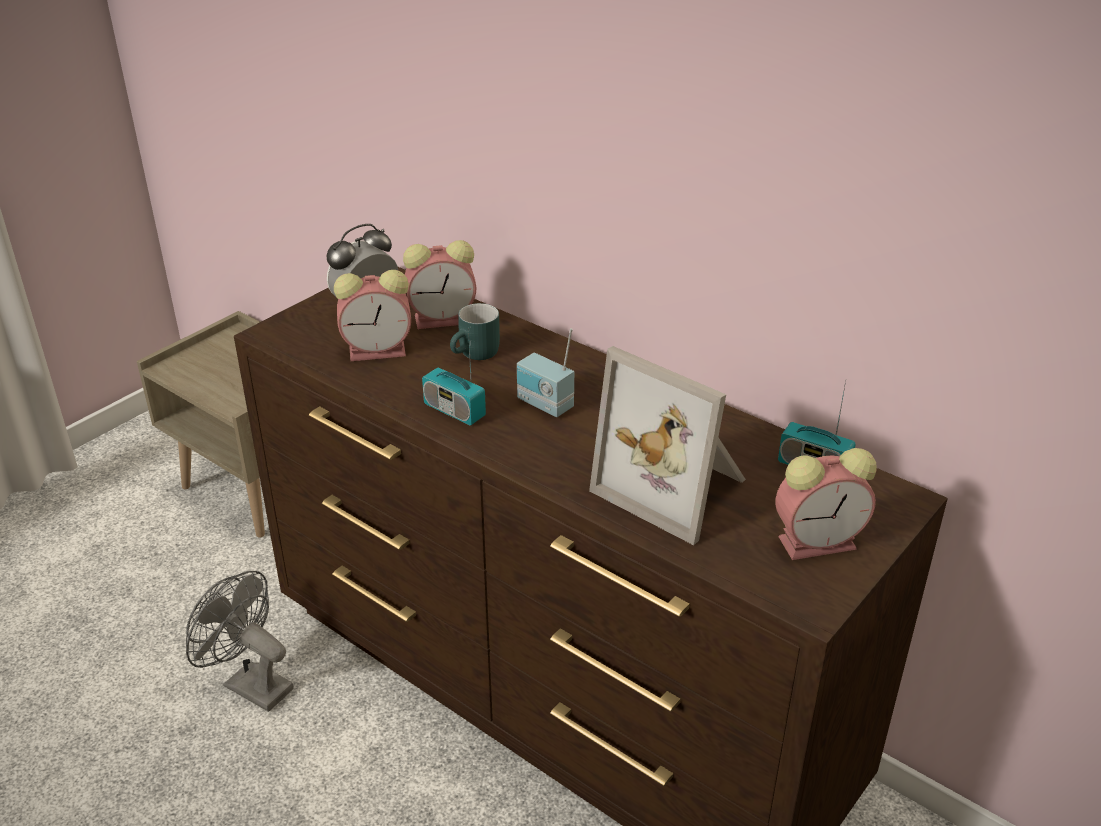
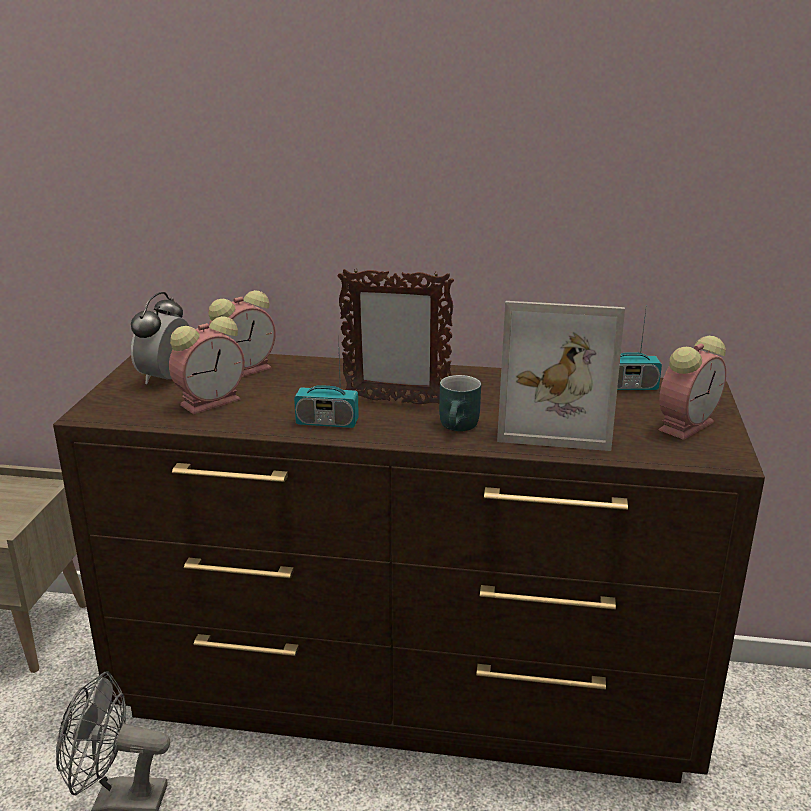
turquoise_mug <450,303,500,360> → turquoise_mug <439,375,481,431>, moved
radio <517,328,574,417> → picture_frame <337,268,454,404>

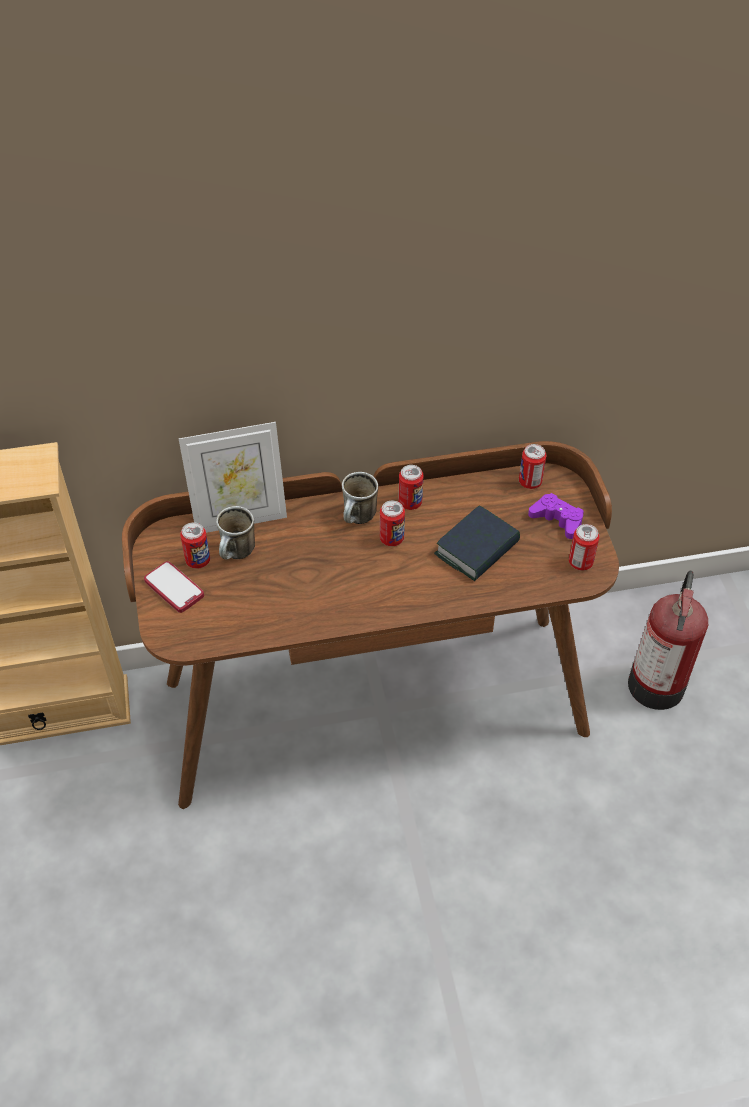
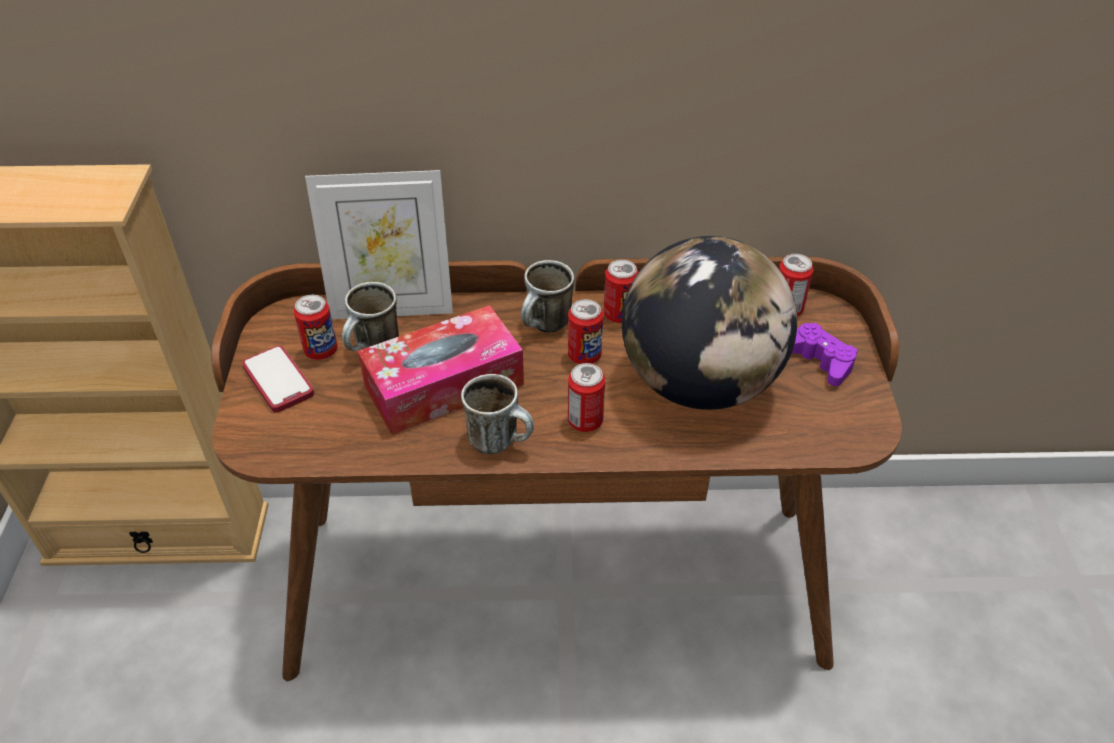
fire_extinguisher <628,570,708,710> → -
- → tissue_box <358,305,524,435>
- → mug <461,374,534,454>
can <569,524,599,571> → can <568,363,605,432>, moved
book <434,505,520,581> → globe <622,236,797,410>

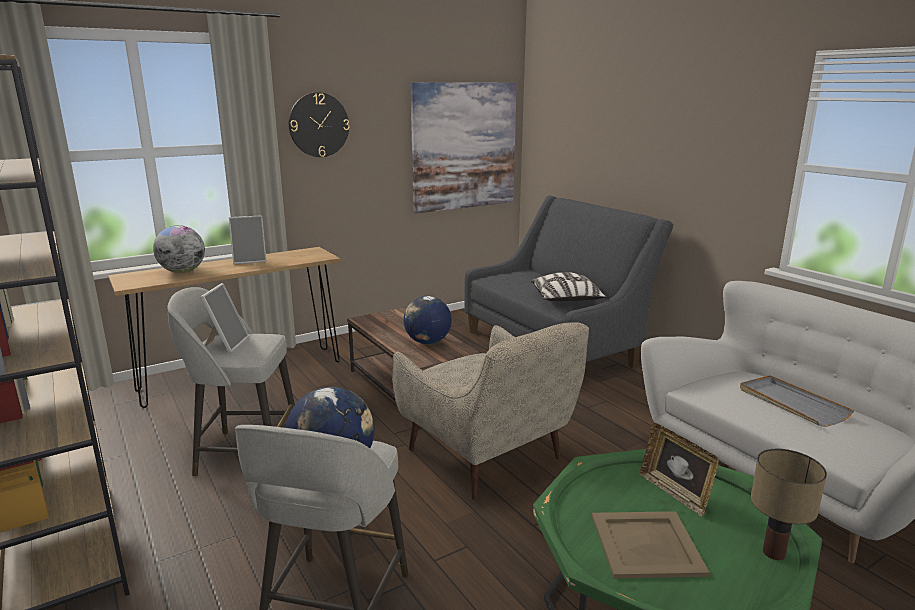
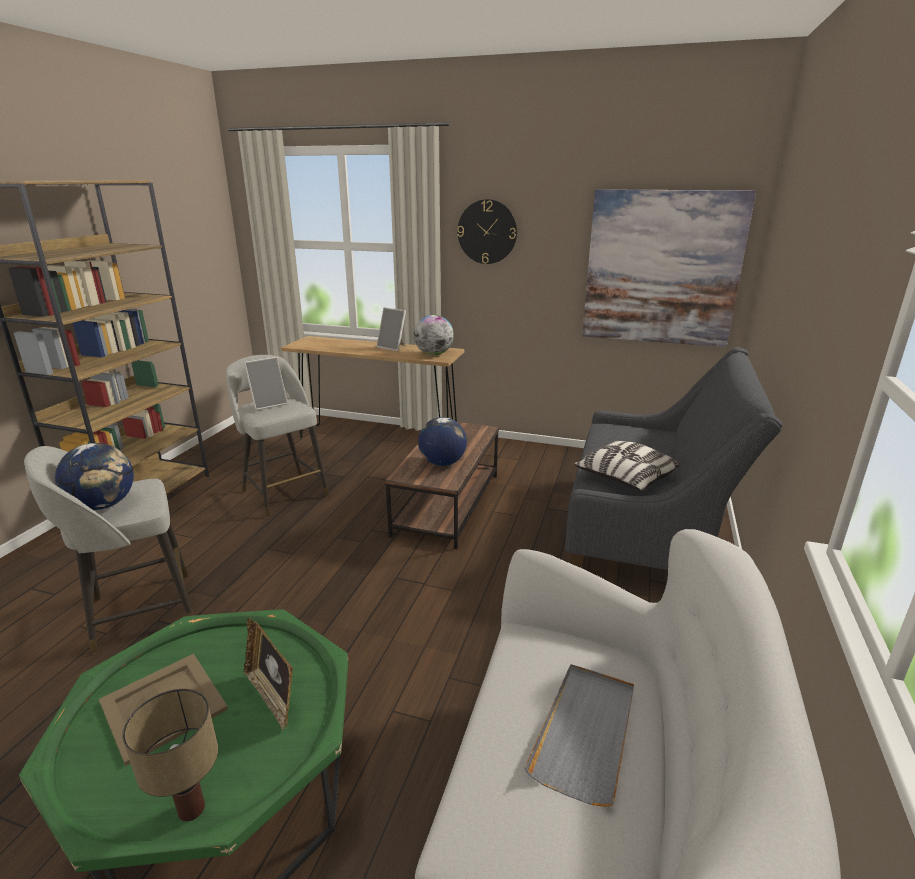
beige_armchair <392,322,589,500> → -
globe <153,225,205,273> → globe <414,315,454,355>, moved
picture_frame <640,423,718,517> → picture_frame <244,618,293,731>, 60 degrees counterclockwise

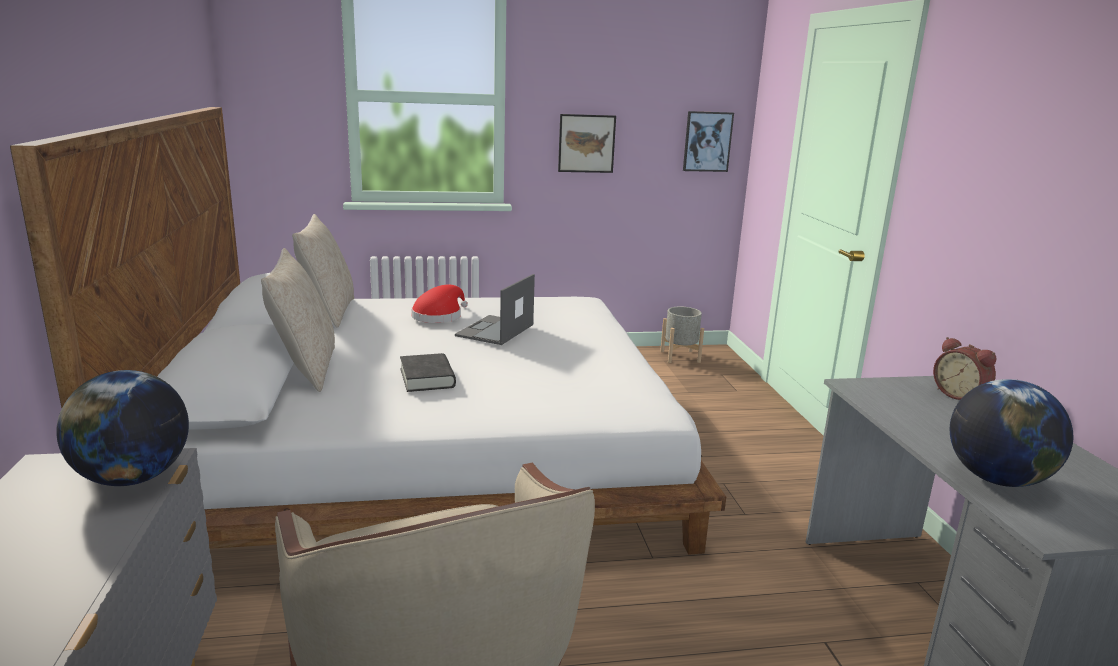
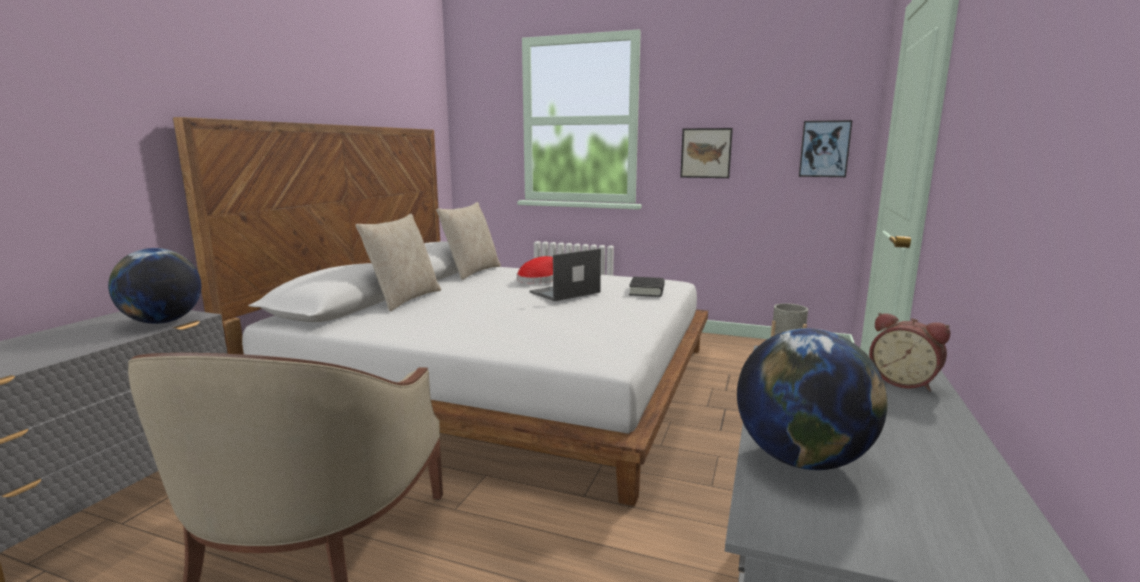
black_book <400,353,456,392> → black_book <629,277,665,297>, moved
alarm_clock <933,337,996,400> → alarm_clock <869,313,951,391>, 45 degrees counterclockwise

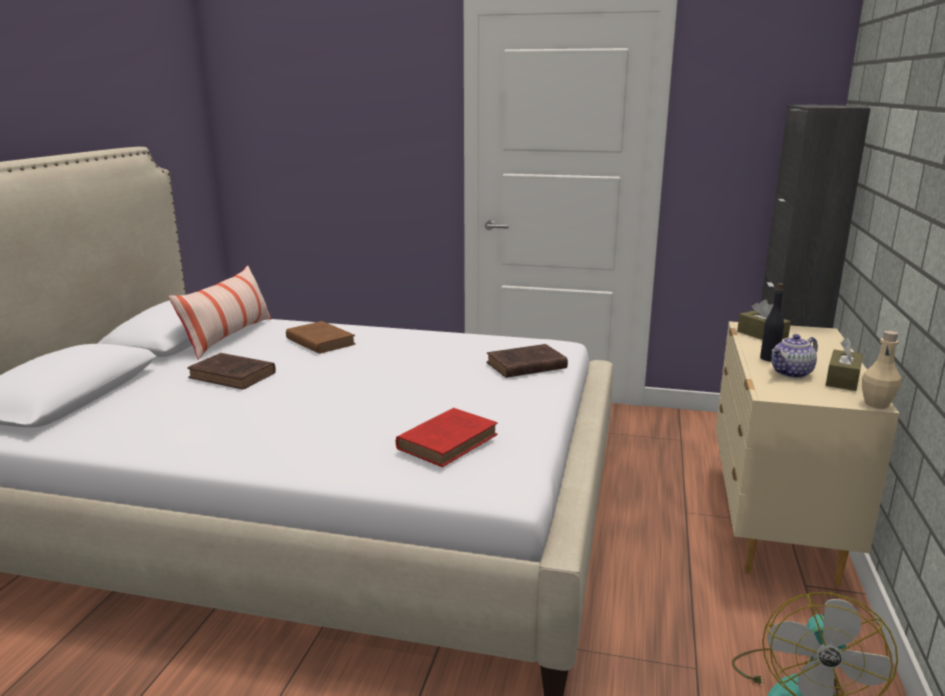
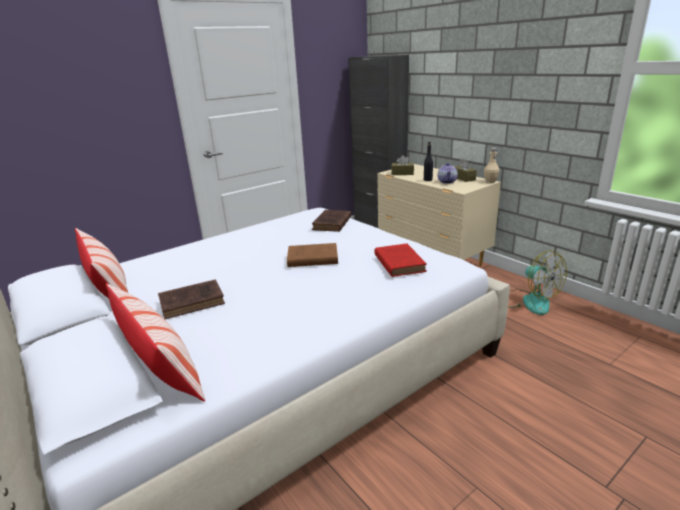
- → pillow <106,283,205,402>
brown_book <286,321,356,354> → brown_book <287,243,338,267>, moved

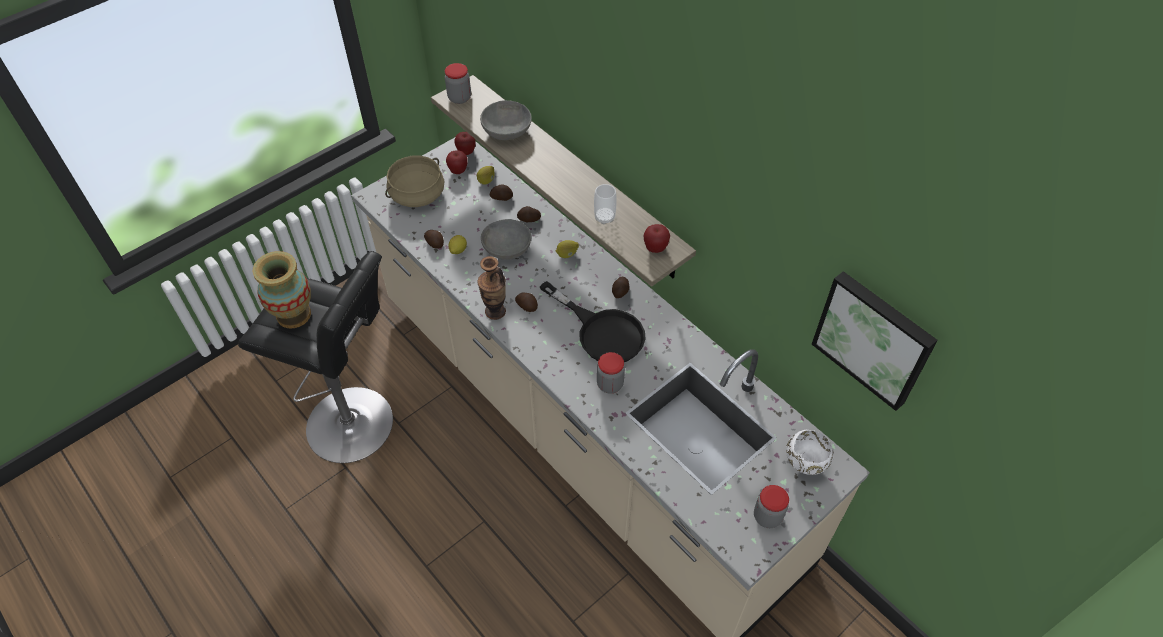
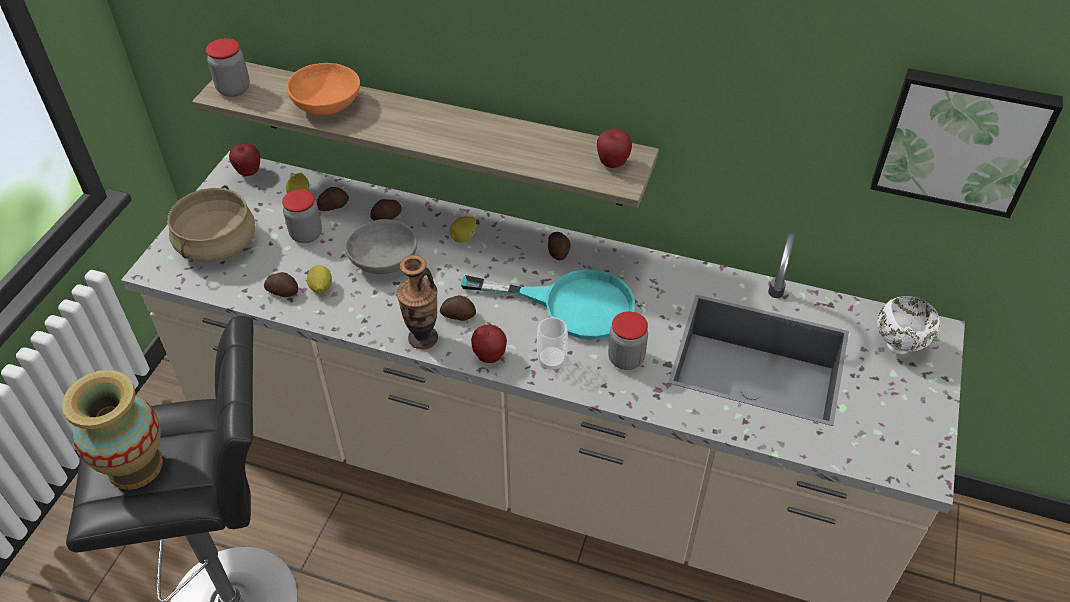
apple <446,150,467,174> → apple <471,324,507,363>, moved
cup <594,184,617,224> → cup <537,317,568,371>, moved
jar <754,485,789,528> → jar <282,189,322,243>, moved
grey_bowl <480,100,532,140> → orange_bowl <287,63,360,115>
black_frying_pan <540,281,646,362> → turquoise_frying_pan <461,269,635,340>

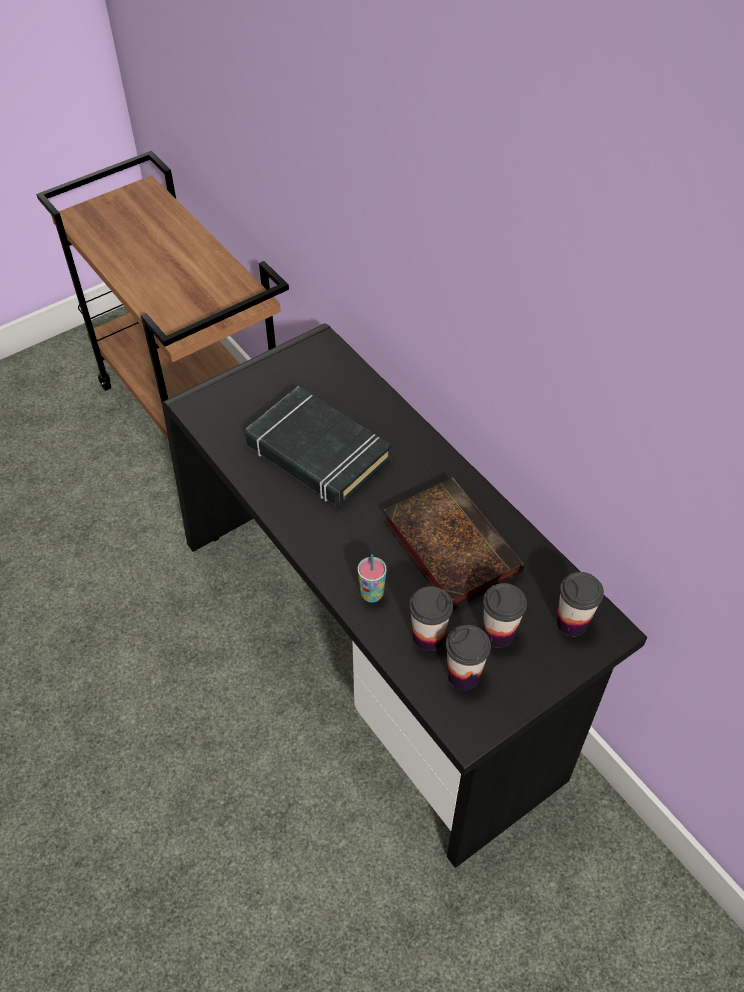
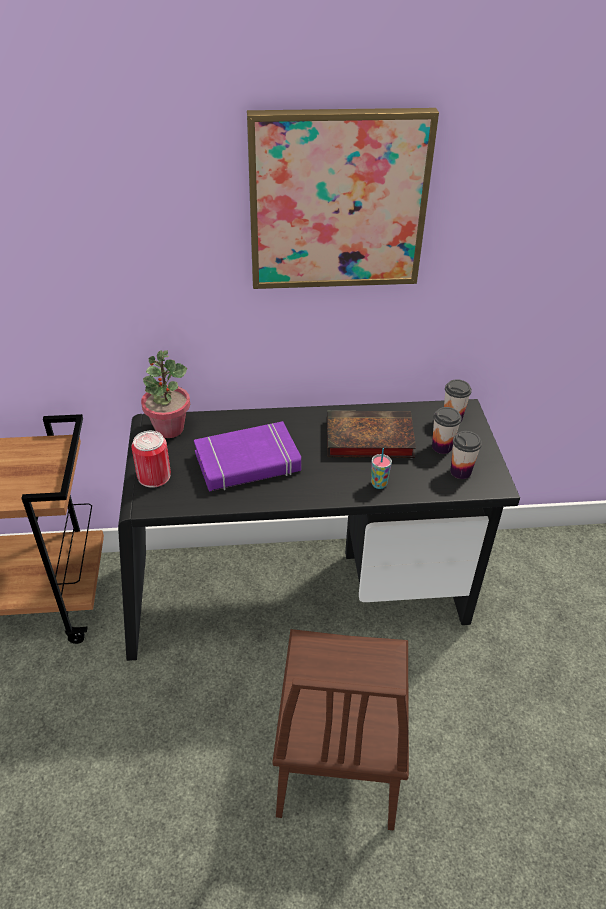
cup <409,586,453,651> → -
- → can <131,431,171,488>
- → potted_plant <141,350,190,438>
- → picture <247,108,439,289>
- → brown_chair <273,629,409,831>
black_book <245,386,392,507> → purple_book <194,421,301,491>

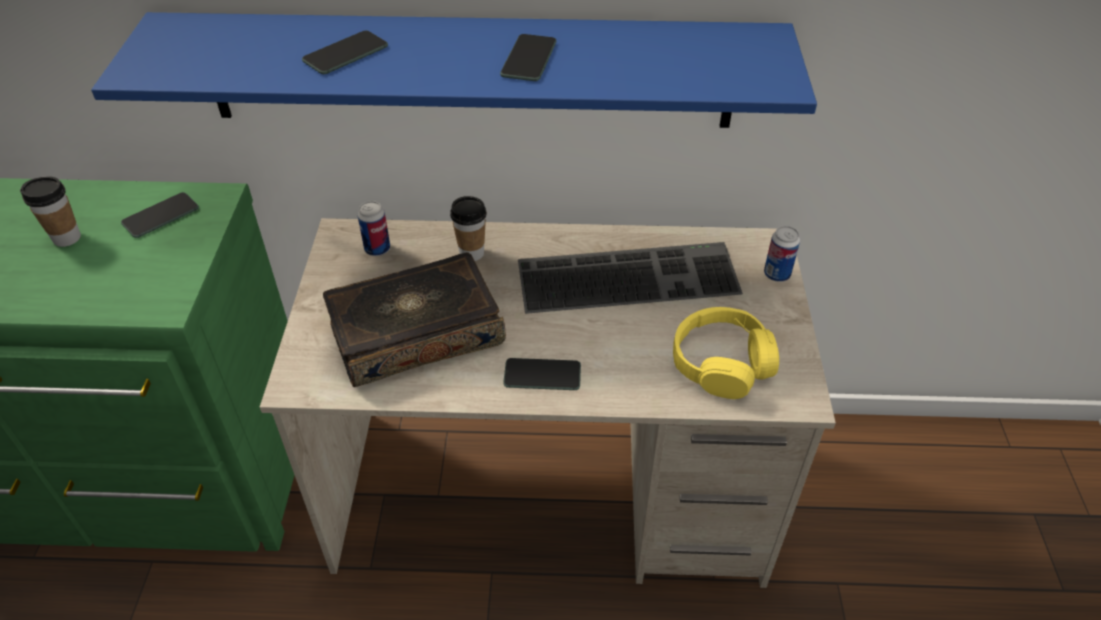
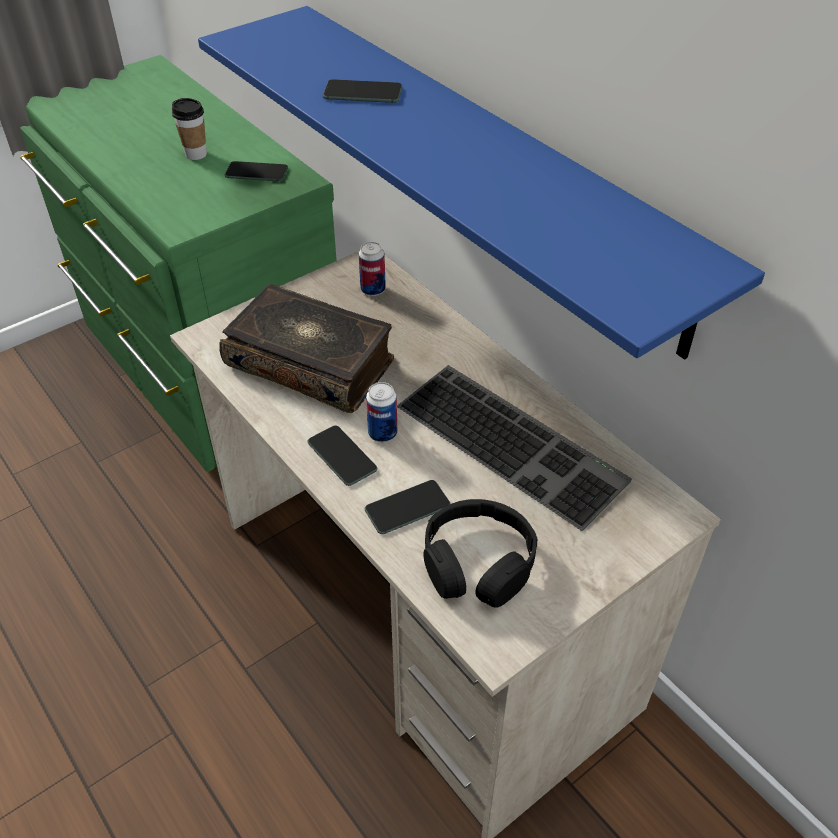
cup <450,196,487,261> → -
phone <500,34,556,81> → phone <365,480,450,534>, moved
can <764,226,800,282> → can <366,382,397,442>, moved
yellow_headphones <673,307,779,399> → black_headphones <423,499,537,607>

